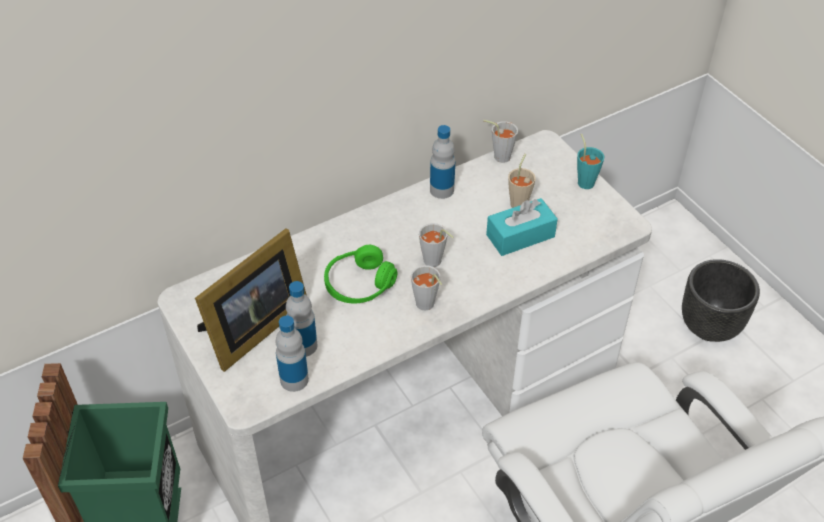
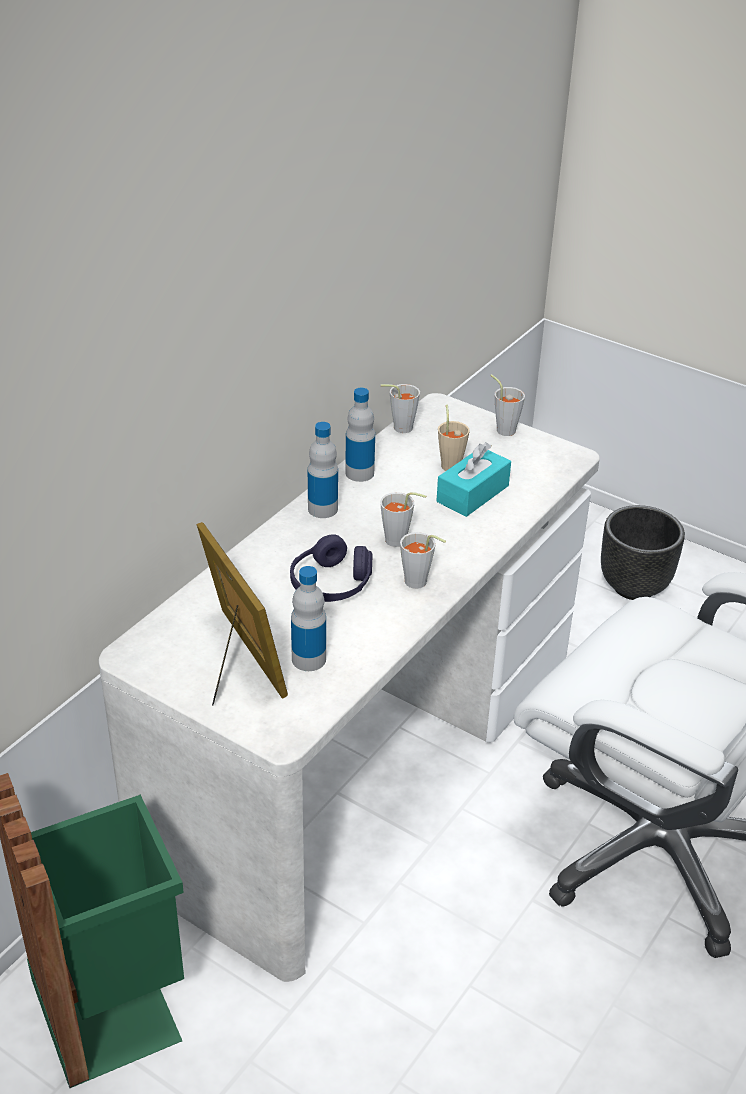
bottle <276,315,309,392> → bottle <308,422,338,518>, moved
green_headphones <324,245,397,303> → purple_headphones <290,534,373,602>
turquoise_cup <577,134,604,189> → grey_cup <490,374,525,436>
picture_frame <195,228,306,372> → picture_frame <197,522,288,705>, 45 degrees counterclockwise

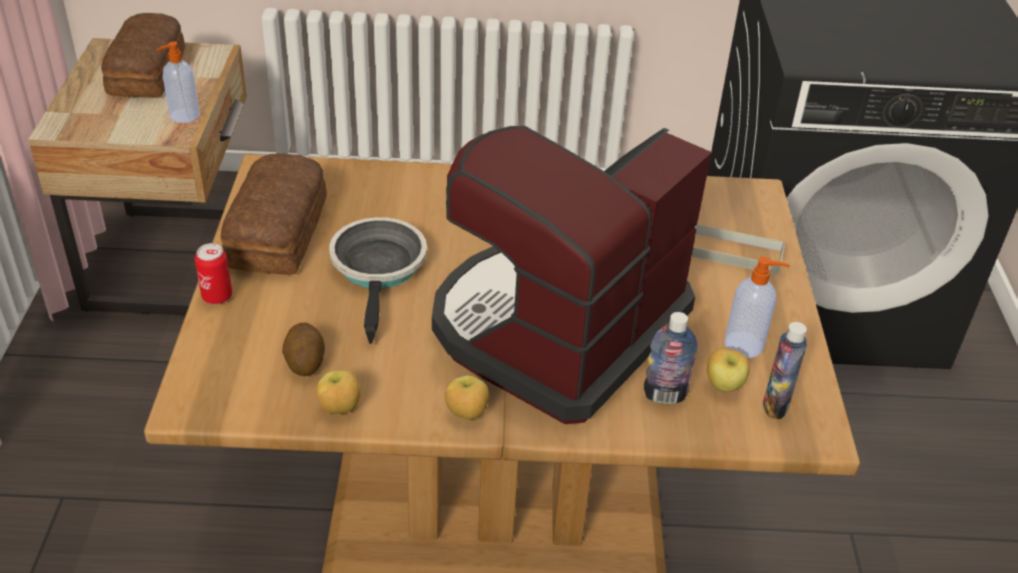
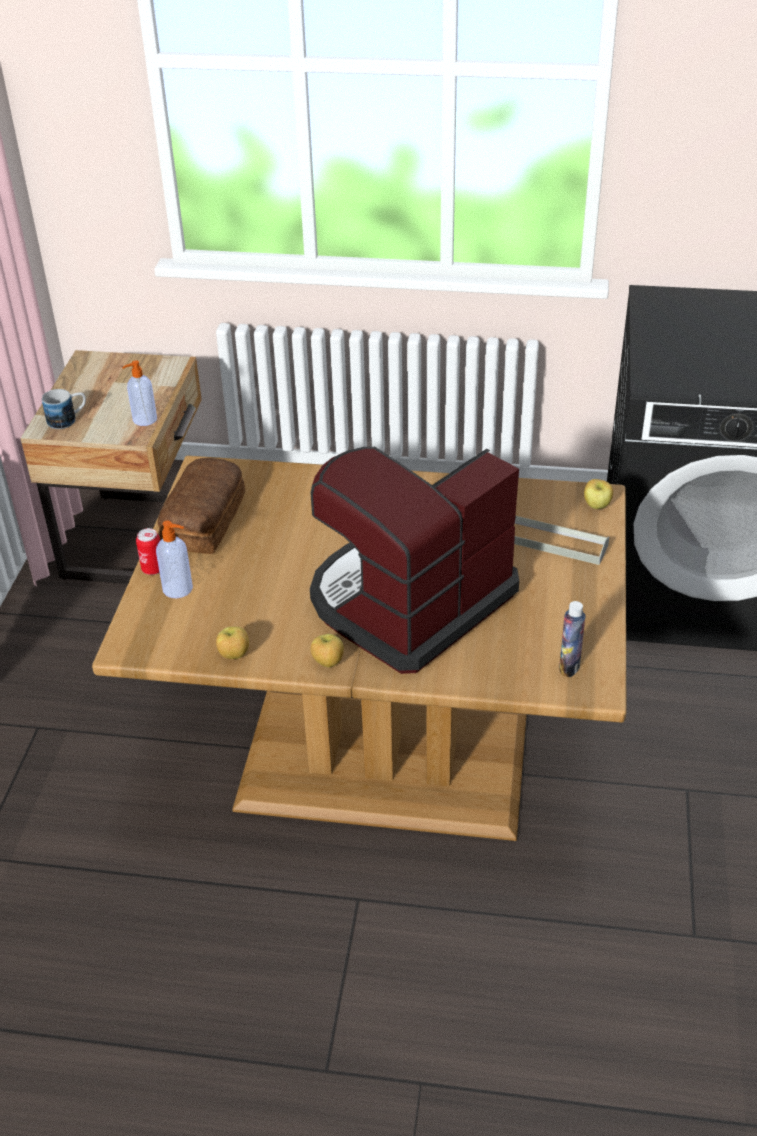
bread <101,13,185,98> → -
potato <282,323,325,376> → -
frying_pan <329,217,427,344> → -
bottle <644,312,698,404> → -
- → mug <42,389,86,429>
apple <707,348,750,392> → apple <584,479,613,509>, moved
soap_dispenser <724,257,790,358> → soap_dispenser <156,521,193,598>, moved

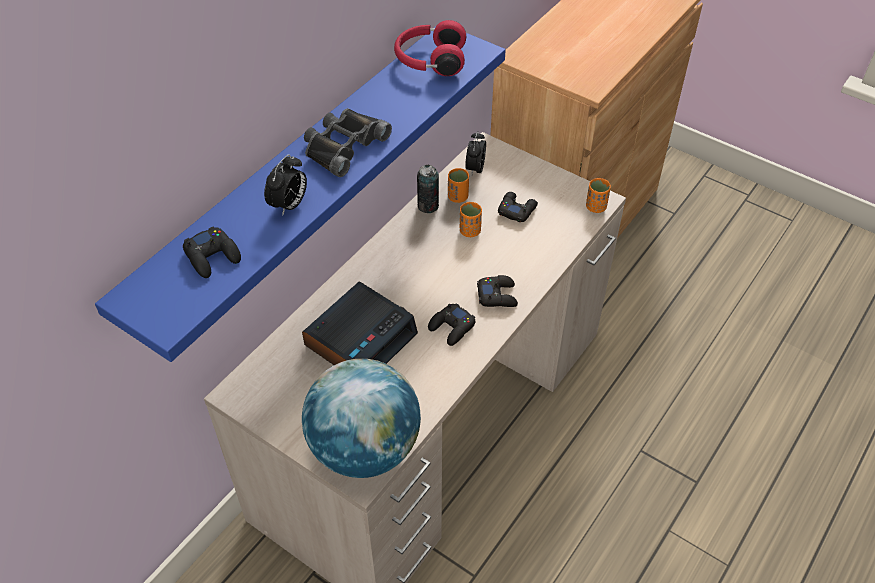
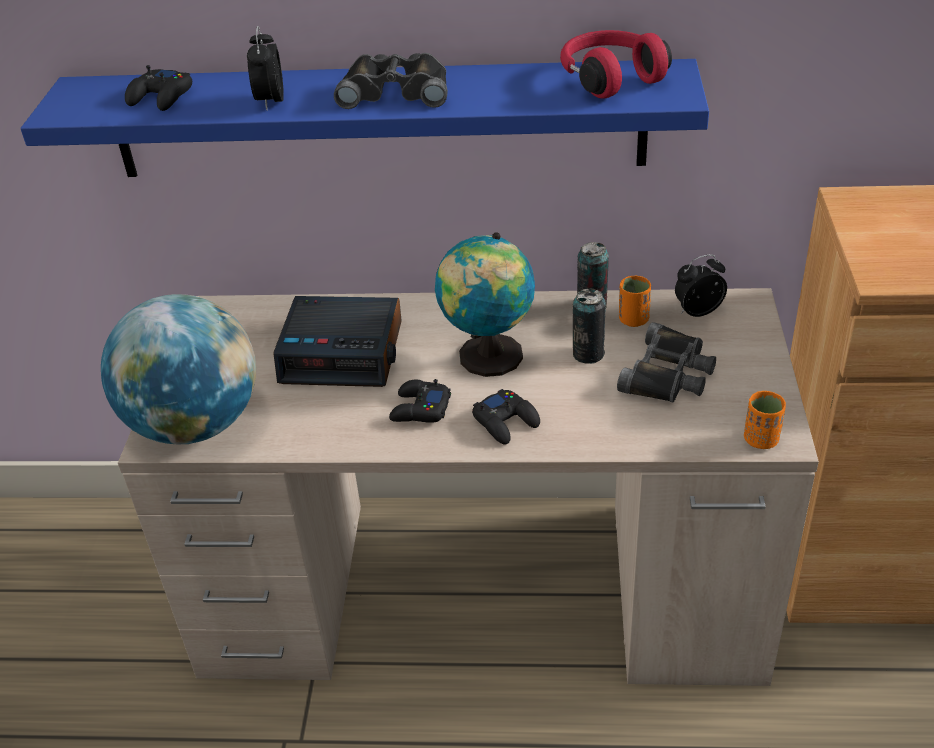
- → globe <435,233,535,377>
orange_cup <460,202,482,237> → can <573,288,606,364>
black_game_controller <498,192,538,223> → black_binoculars <617,322,716,402>
alarm_clock <264,154,307,216> → alarm_clock <247,26,284,110>, 90 degrees clockwise

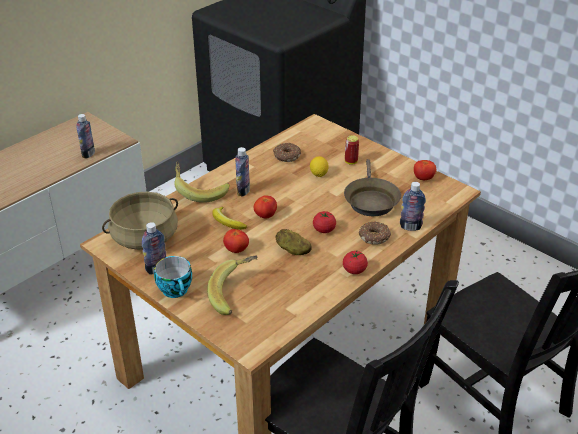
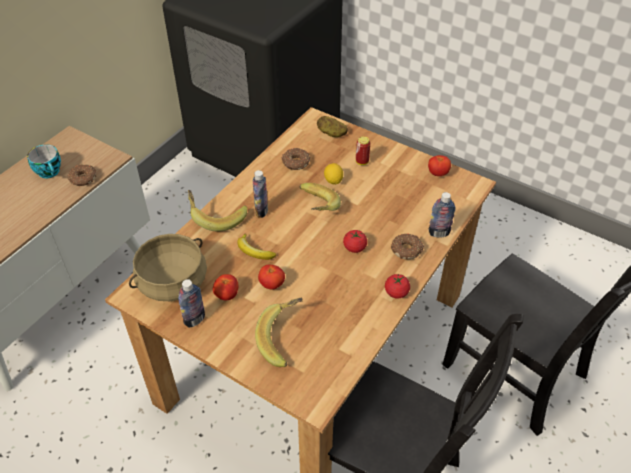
brown_frying_pan <344,159,401,216> → -
- → banana <299,183,341,211>
cup <154,256,192,298> → cup <27,144,61,178>, moved
tomato <254,195,277,218> → tomato <213,274,239,301>, moved
potato <276,229,312,255> → potato <317,116,348,137>, moved
bottle <76,114,95,159> → donut <67,164,96,186>

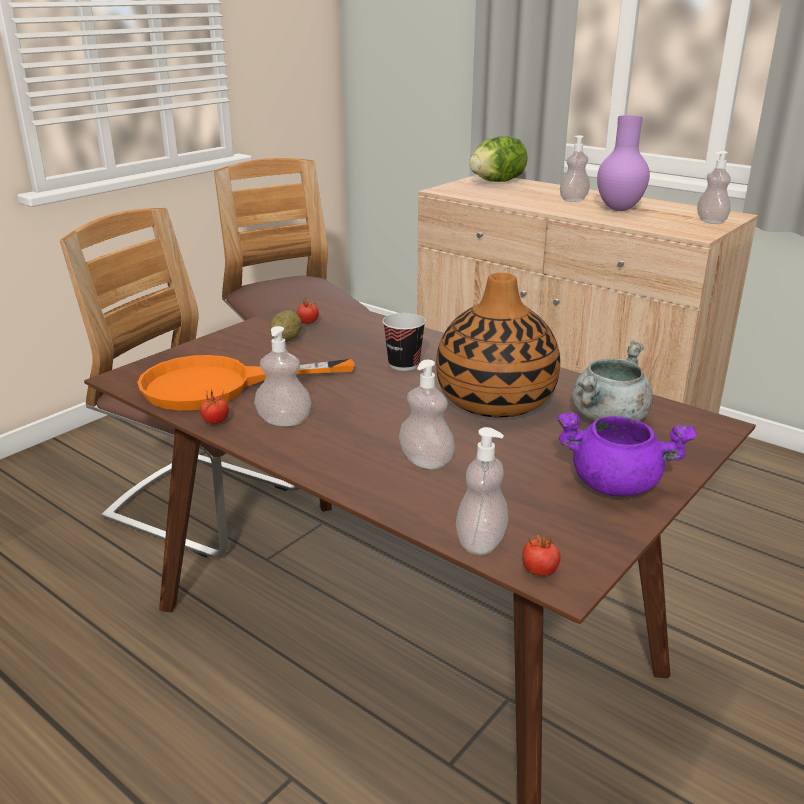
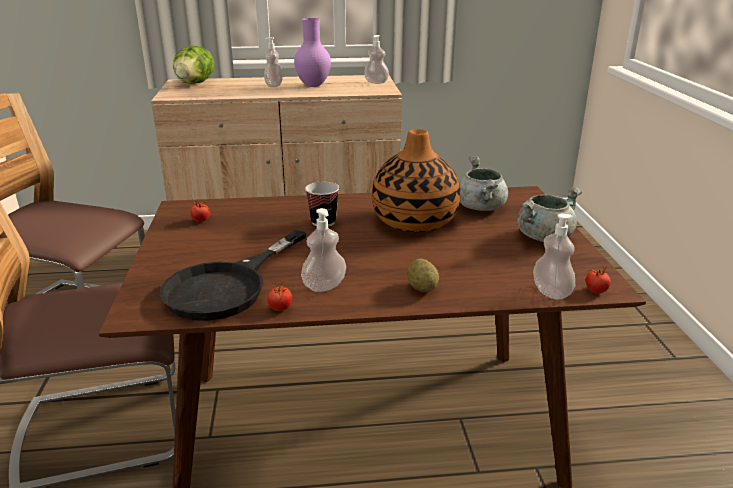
soap_dispenser <399,360,455,469> → -
potato <269,310,302,342> → potato <407,259,439,292>, moved
orange_frying_pan <137,355,354,411> → black_frying_pan <160,230,307,321>
purple_cooking_pot <557,412,697,496> → grey_cooking_pot <517,187,582,242>

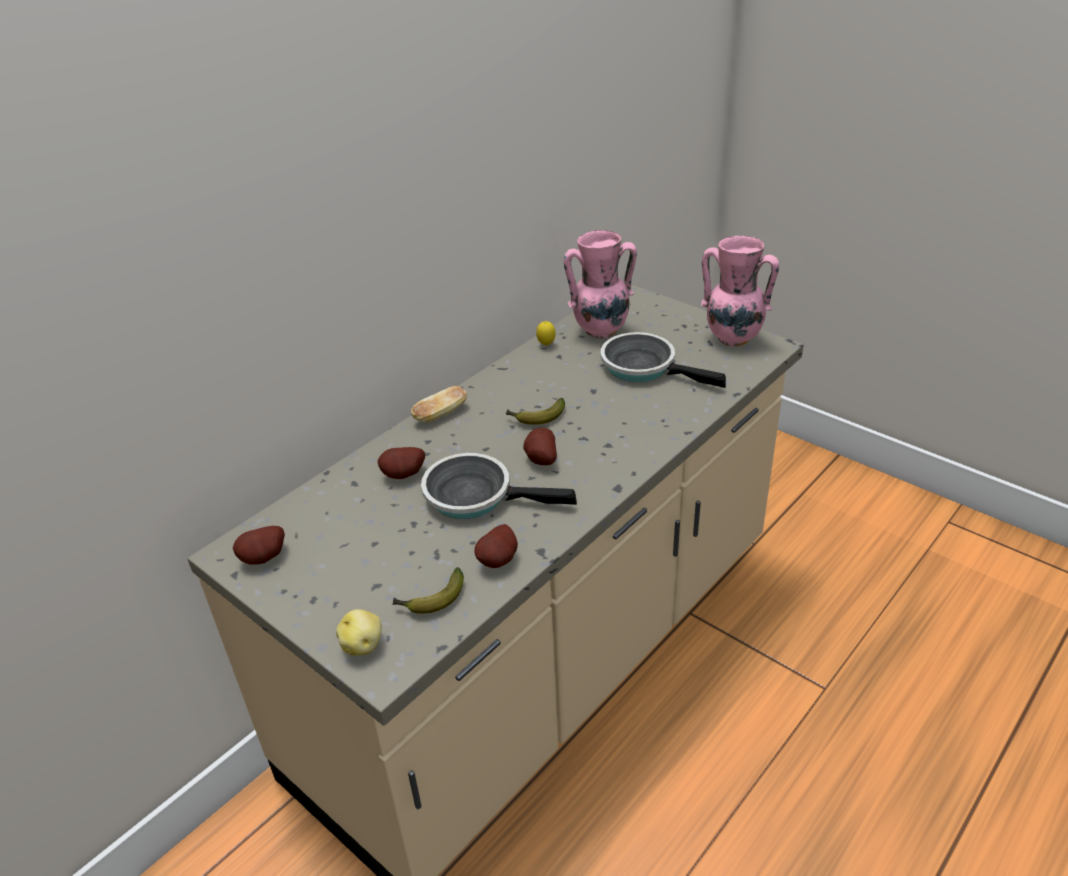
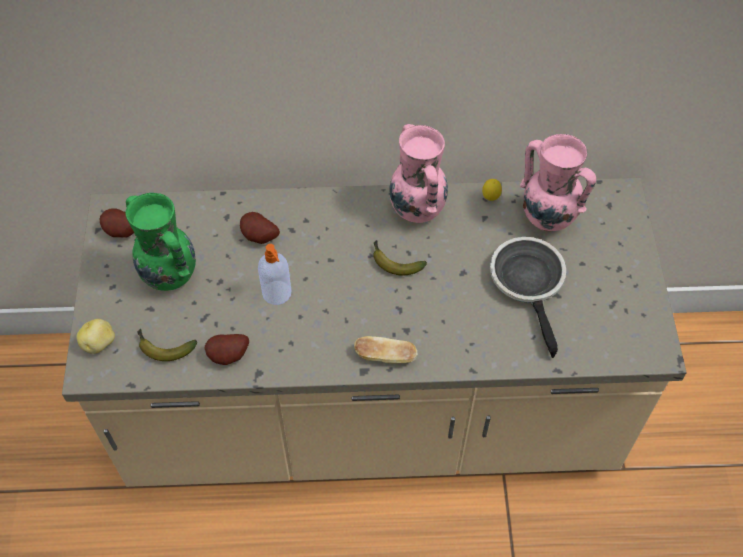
potato <523,428,557,465> → -
- → green_vase <125,193,196,291>
bread <411,386,468,423> → bread <354,336,418,363>, moved
pink_vase <701,236,779,347> → pink_vase <390,124,448,223>, moved
frying_pan <421,453,577,519> → soap_dispenser <258,244,292,305>

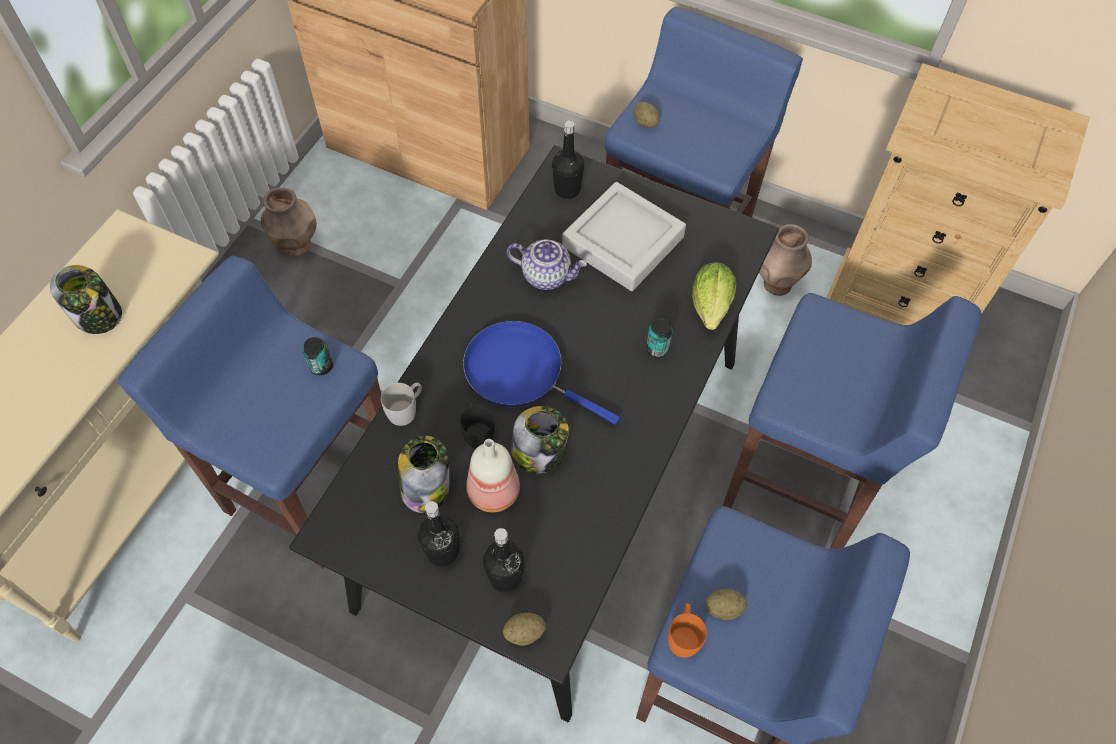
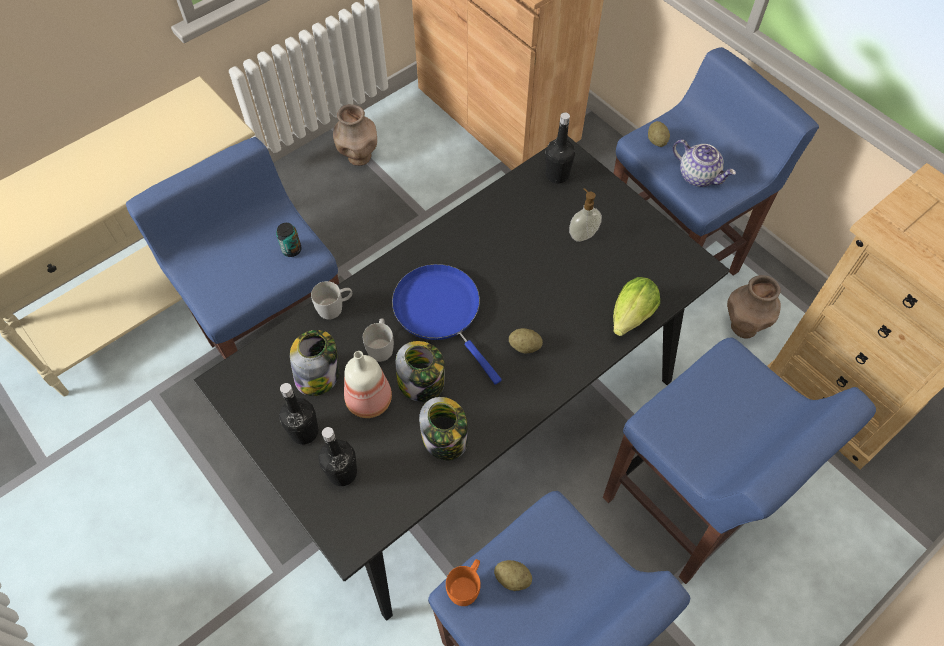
can <646,319,673,357> → -
jar <50,265,122,334> → jar <419,397,468,460>, moved
potato <503,613,546,646> → potato <509,328,543,354>, moved
teapot <507,240,587,290> → teapot <673,139,736,187>, moved
grey_tray <562,182,686,291> → soap_dispenser <569,188,602,242>
black_mug <460,401,495,449> → white_mug <363,319,394,362>

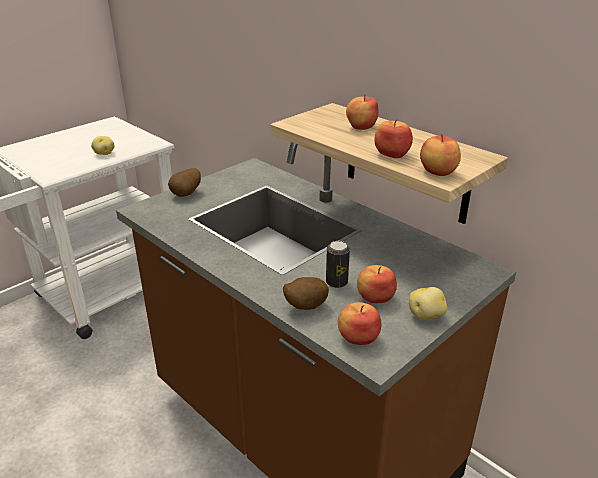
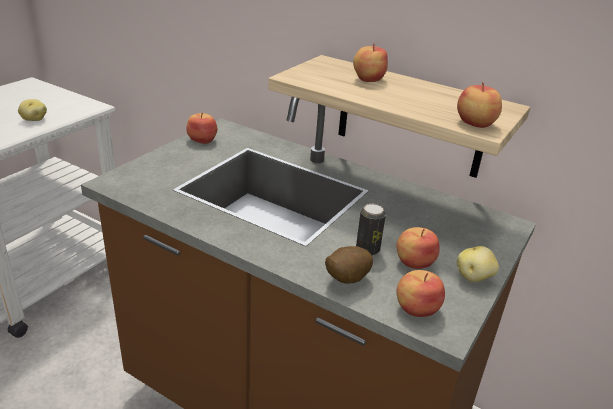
potato <168,168,201,197> → -
apple <374,119,413,158> → apple <186,112,217,144>, moved

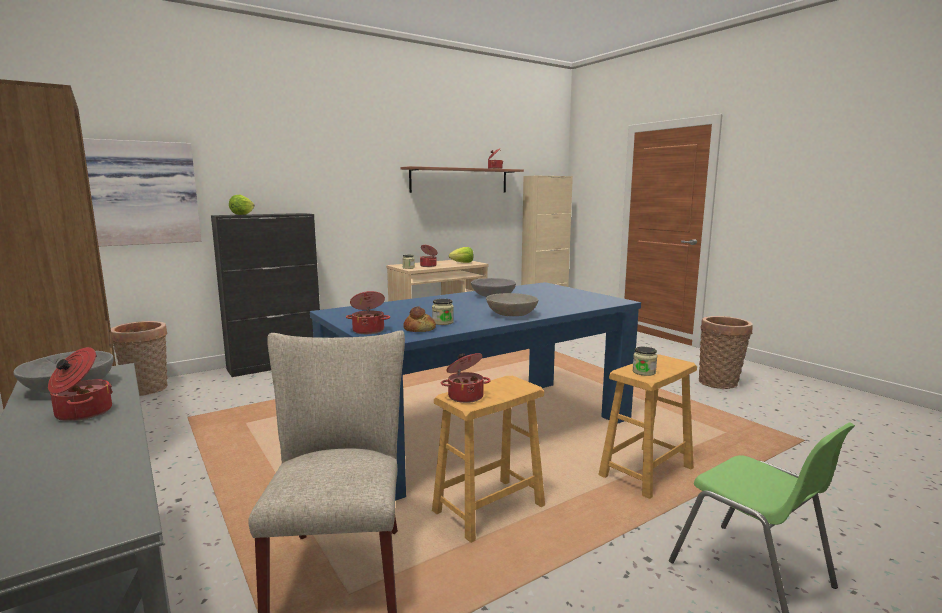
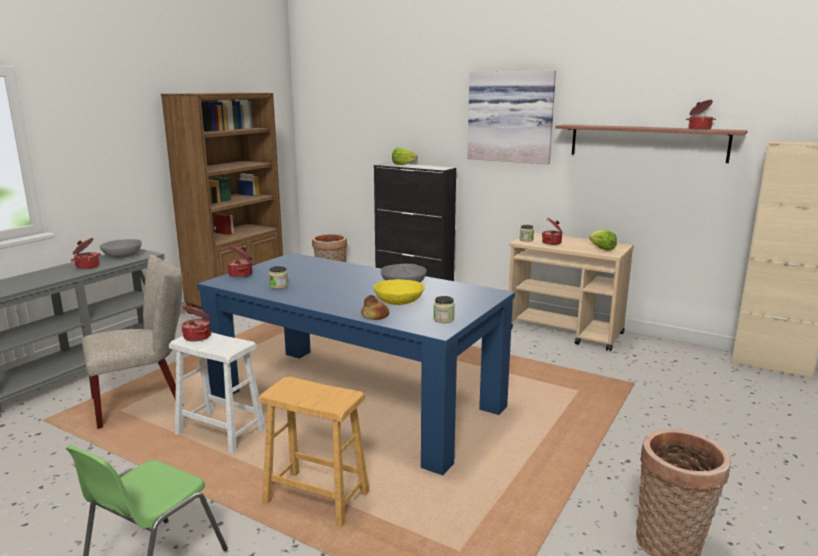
grey_bowl <486,293,538,316> → -
- → yellow_bowl <374,279,425,305>
picture <83,138,201,246> → picture <467,70,556,164>, moved
bread <403,307,436,332> → bread <361,295,389,320>, moved
jar <632,347,657,376> → jar <434,296,455,323>, moved
brown_stool <432,376,545,543> → white_stool <169,332,266,453>

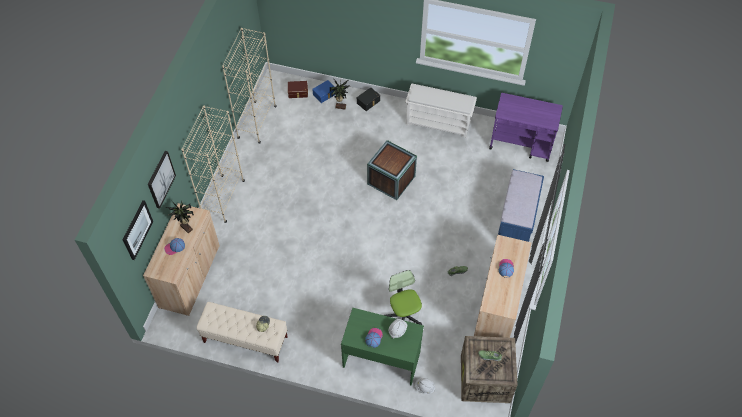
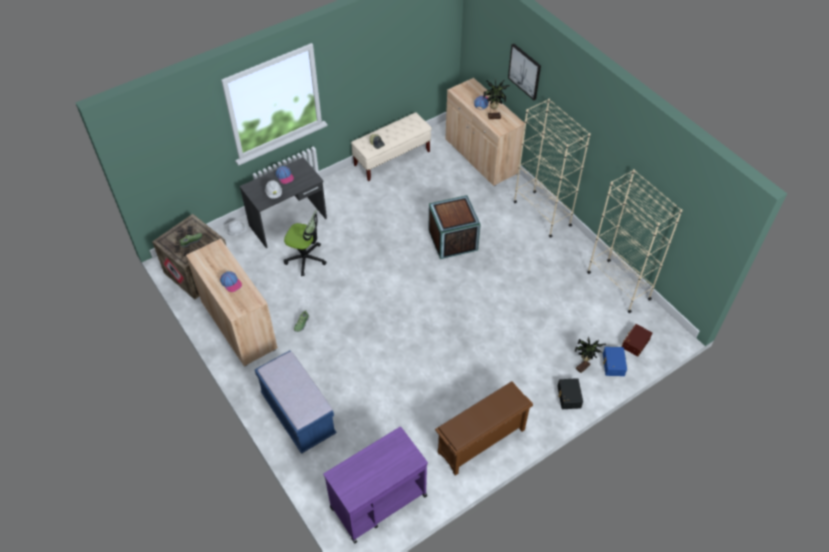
picture <123,200,153,260> → -
crate <367,140,417,200> → crate <428,195,481,259>, moved
green_desk <341,308,424,385> → grey_desk <240,157,327,248>
white_shoe_rack <405,83,477,138> → brown_shoe_rack <435,381,533,475>

